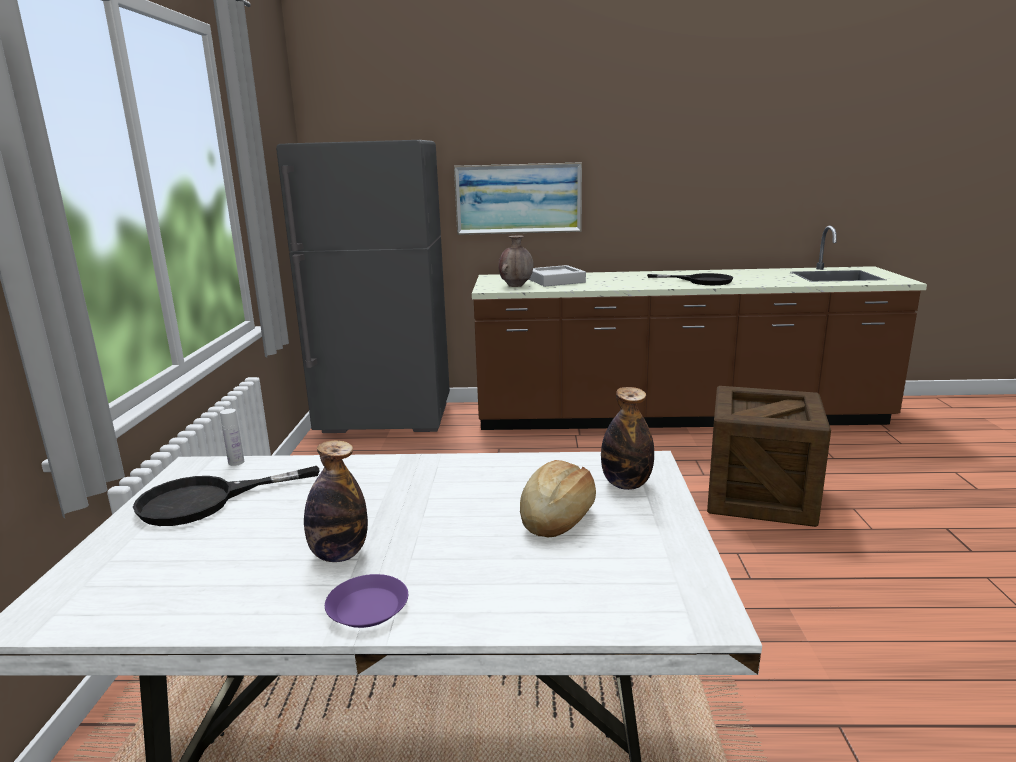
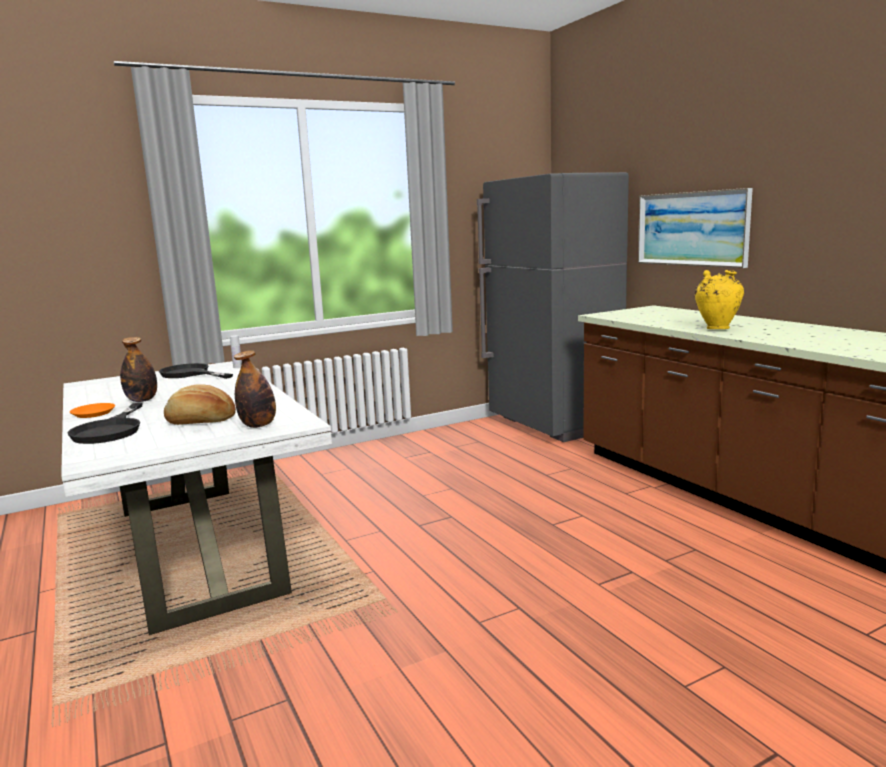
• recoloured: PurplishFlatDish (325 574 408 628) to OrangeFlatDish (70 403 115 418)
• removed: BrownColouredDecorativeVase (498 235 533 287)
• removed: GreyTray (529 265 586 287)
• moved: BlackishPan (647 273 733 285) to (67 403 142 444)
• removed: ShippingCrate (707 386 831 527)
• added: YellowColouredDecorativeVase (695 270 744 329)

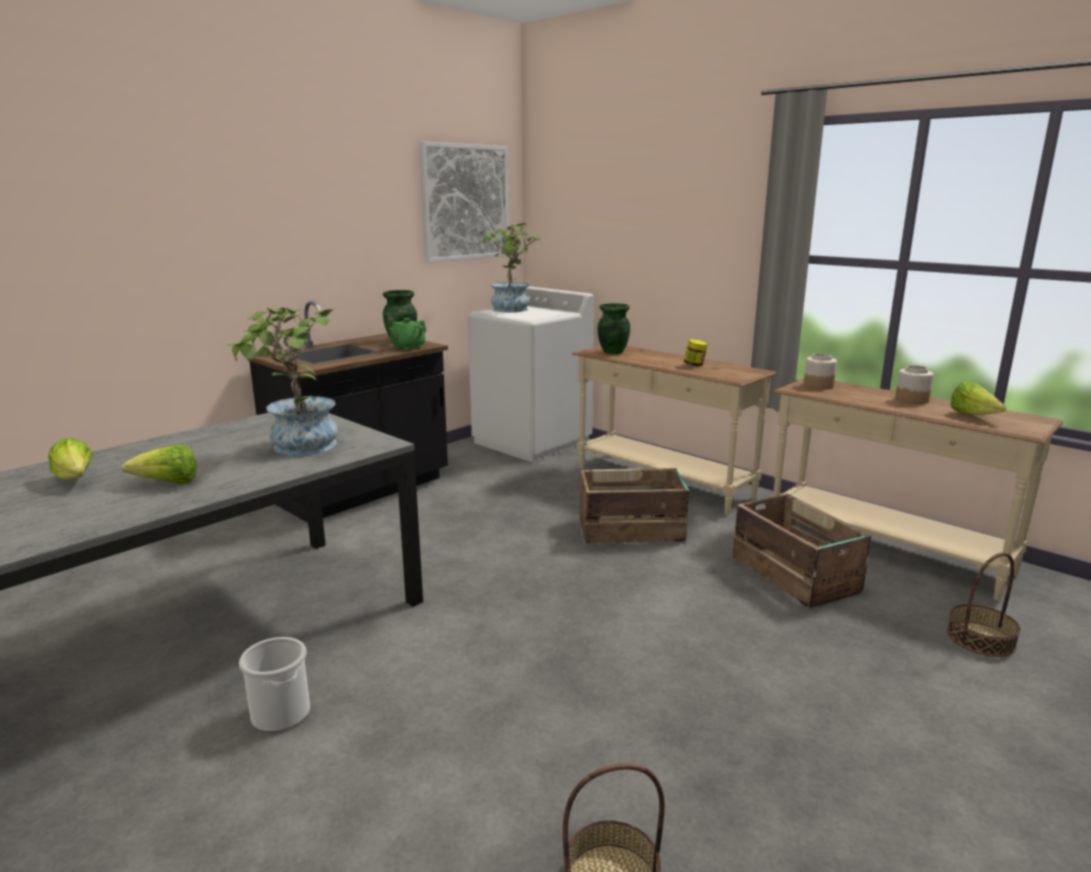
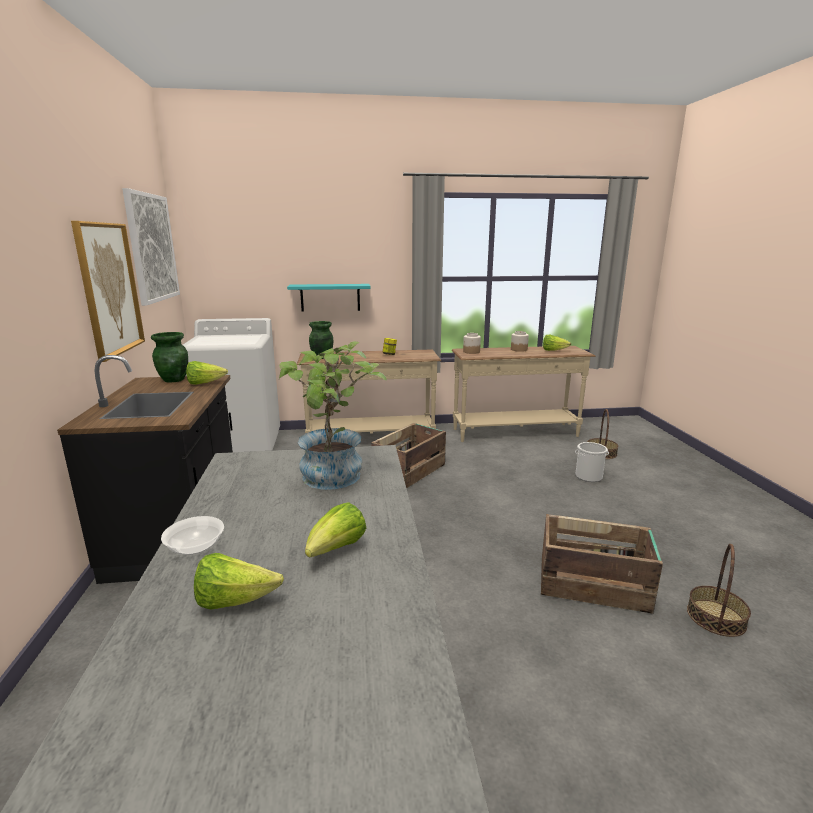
• moved: Bucket (239 637 310 732) to (575 442 609 482)
• replaced: GreenPotForTea (388 318 426 351) to HeadOfLettuce (186 361 228 385)
• removed: PottedPlant (483 223 546 312)
• moved: ShippingCrate (732 494 872 608) to (541 514 663 614)
• added: WallPicture (71 221 145 362)
• added: ServingBowl (161 516 224 555)
• added: TurquoiseColouredBracketShelf (287 284 370 312)

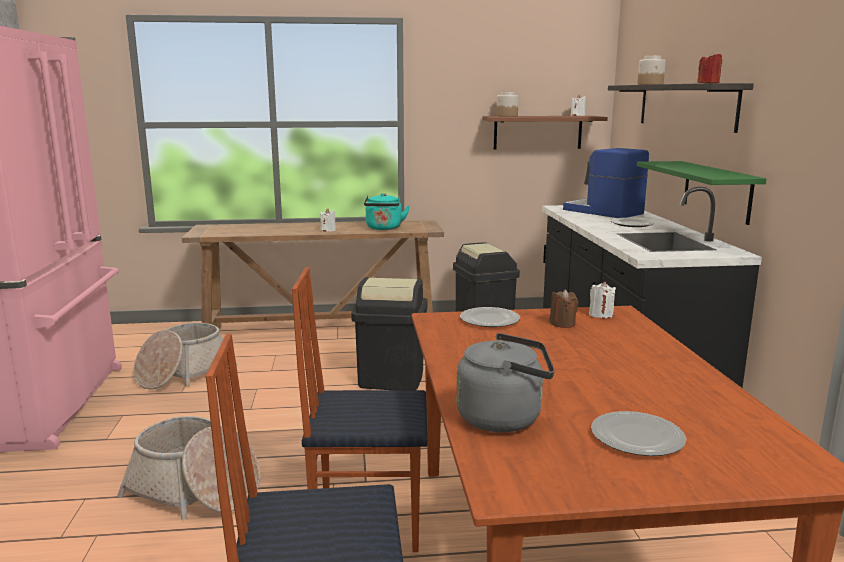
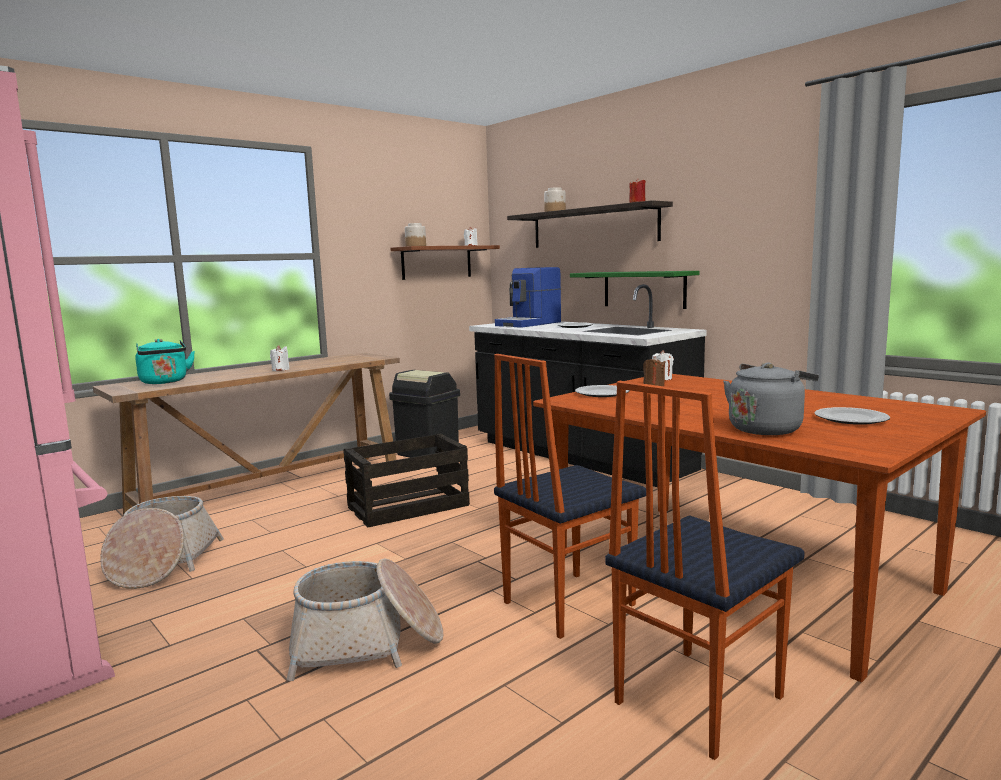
• replaced: BlackishRubbishBin (351 277 428 390) to ShippingCrate (343 433 470 528)
• moved: TurquoiseColouredKettle (364 193 410 230) to (135 339 195 384)
• turned: CoffeeMachine (563 148 649 218) = (495 267 561 328) 60 degrees counterclockwise

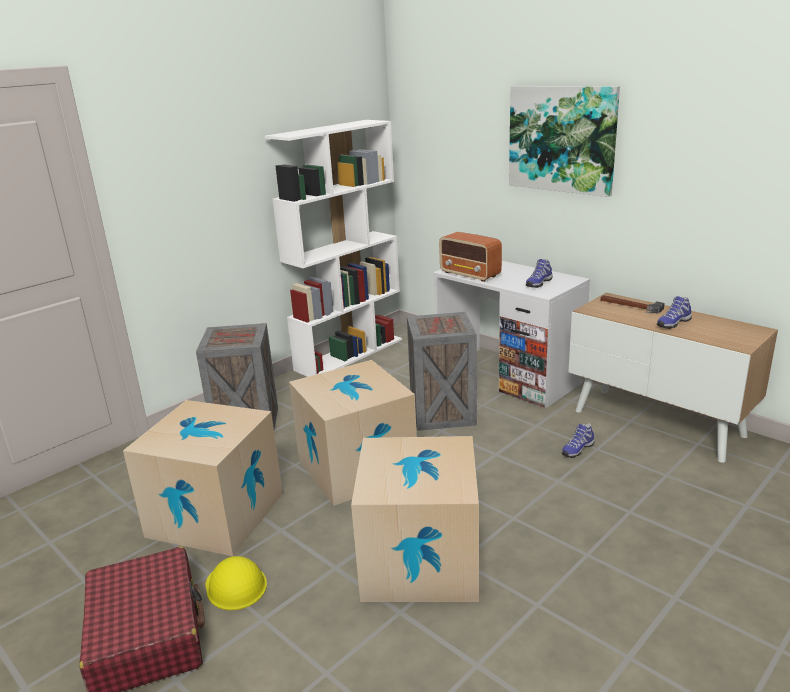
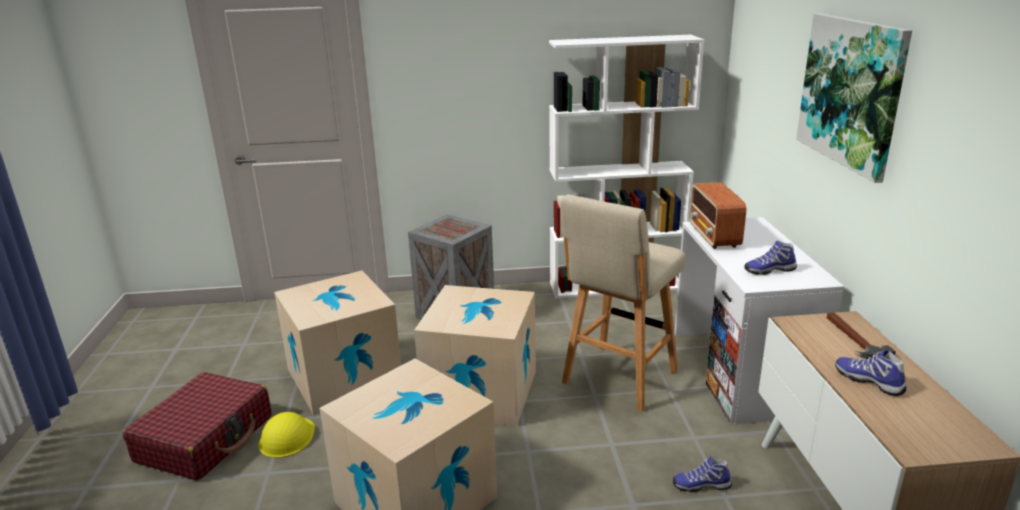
• replaced: ShippingCrate (407 312 477 431) to SandColouredSittingStool (560 194 686 412)
• turned: LowShoe (657 296 692 329) = (835 350 906 396) 45 degrees clockwise

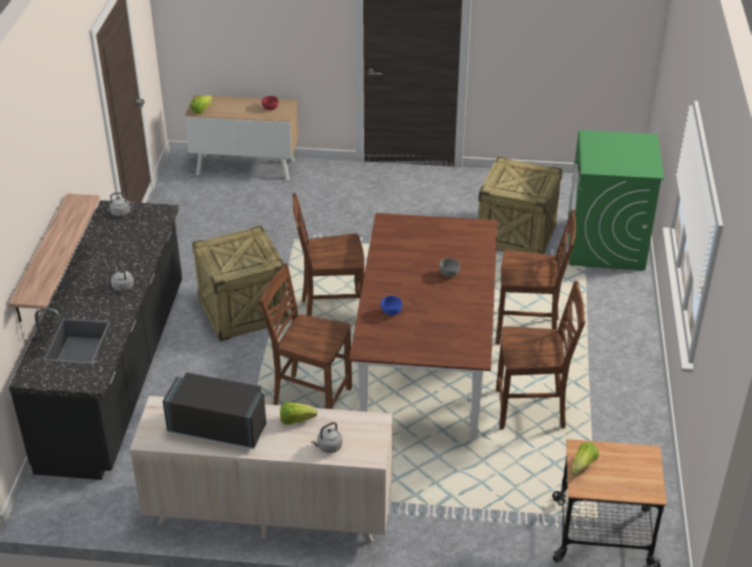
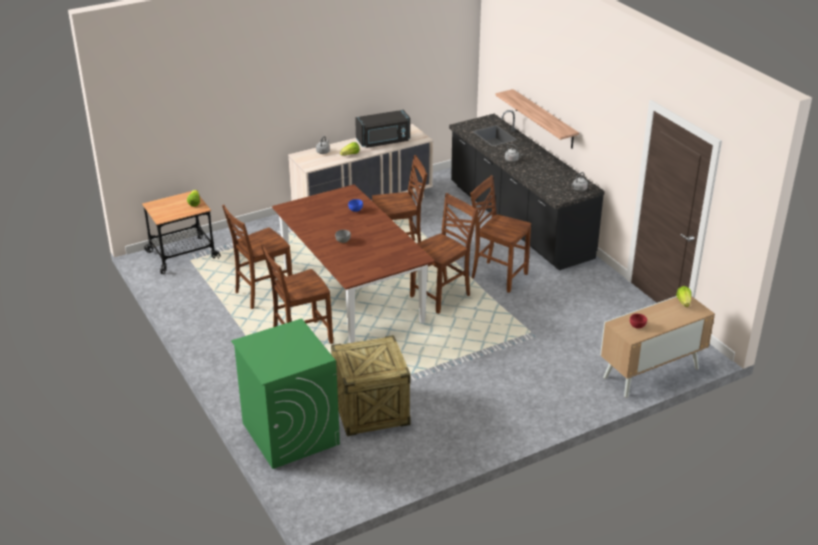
• replaced: ShippingCrate (192 225 289 342) to BrownColouredUprightChair (470 175 531 293)

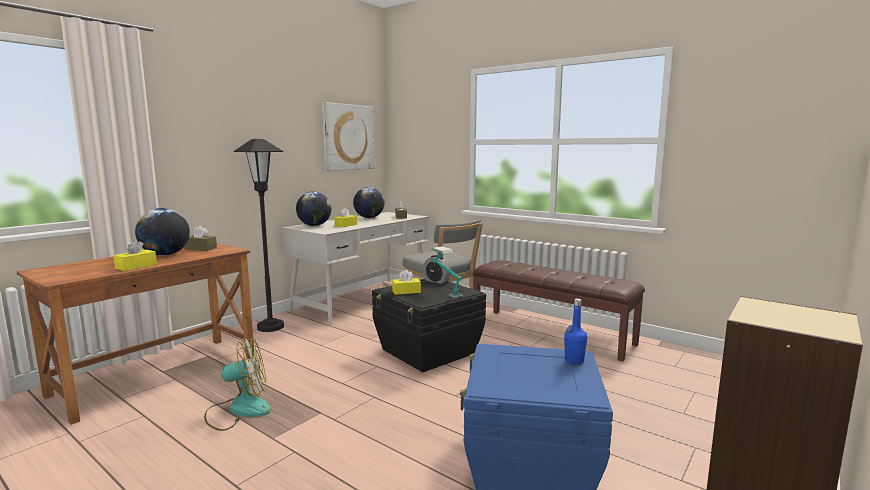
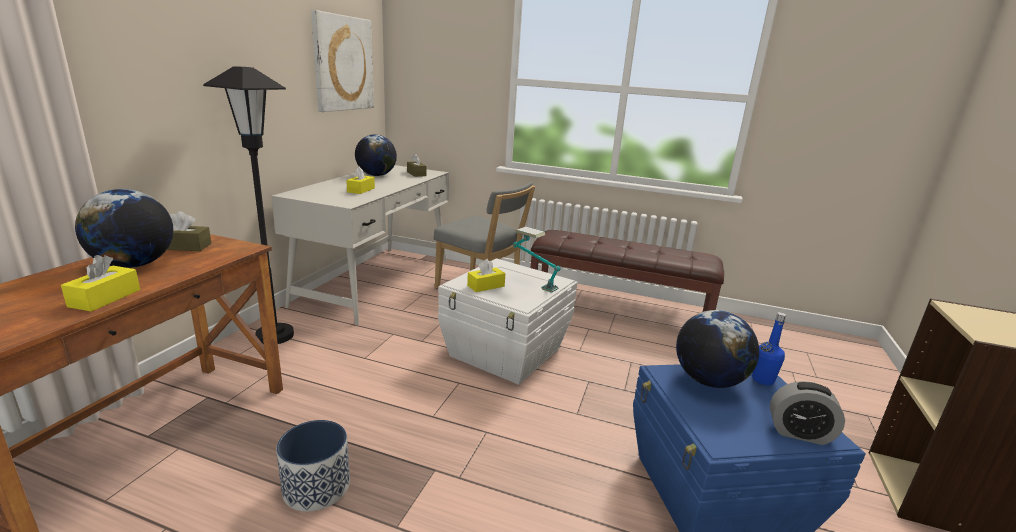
• replaced: CoolingFan (204 337 271 431) to Planter (276 420 350 512)
• moved: Globe (296 191 331 226) to (676 310 759 388)
• recoloured: BlackishStorageBox (372 279 486 372) to WhiteStorageBox (438 258 578 385)
• moved: BedsideClock (423 255 451 284) to (770 381 845 445)

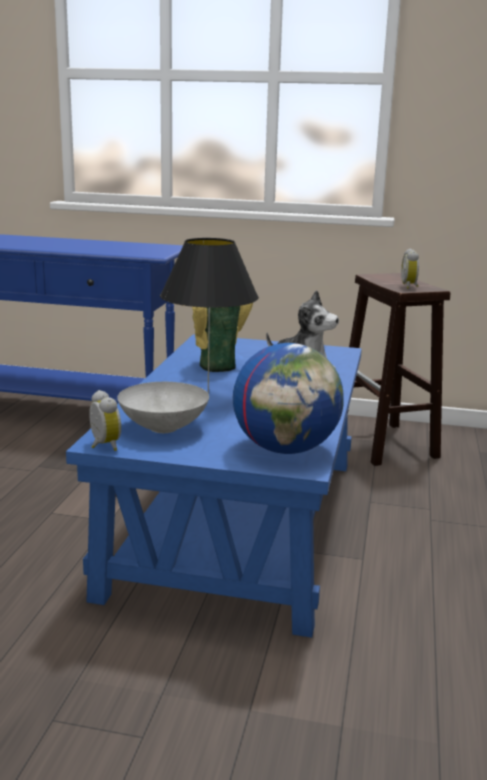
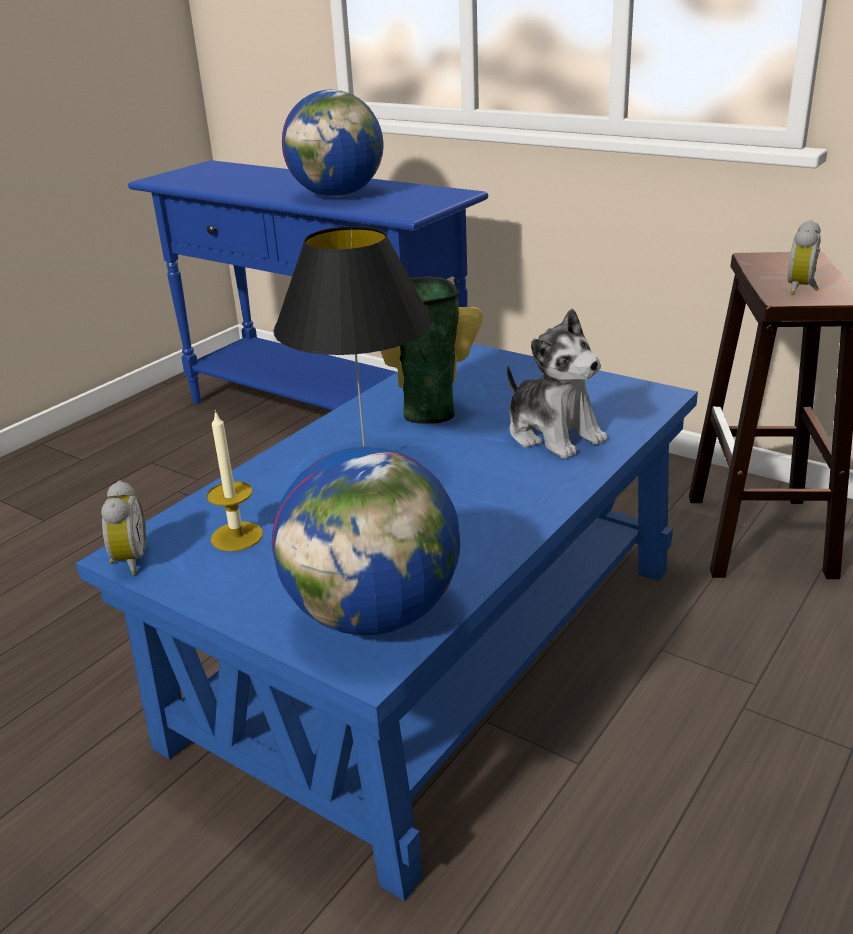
• replaced: GreyServingBowl (117 382 209 433) to Candle (207 410 263 552)
• added: Globe (282 90 383 197)

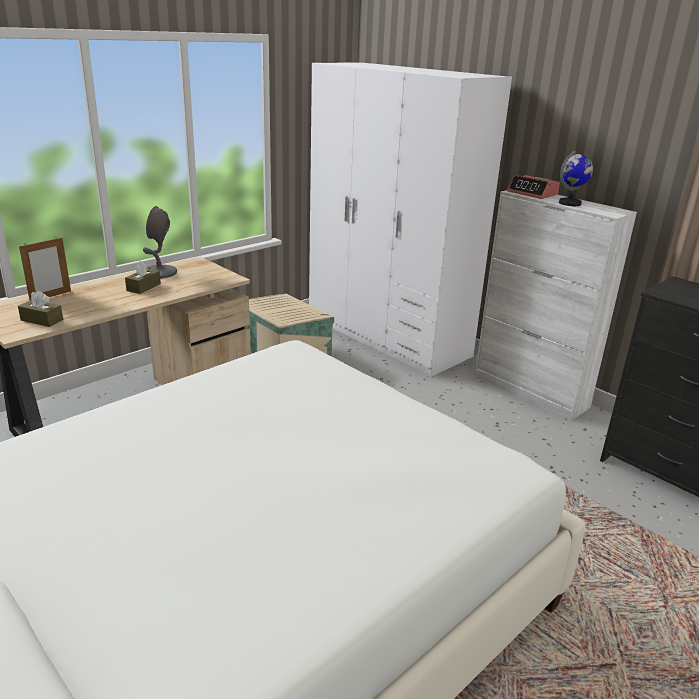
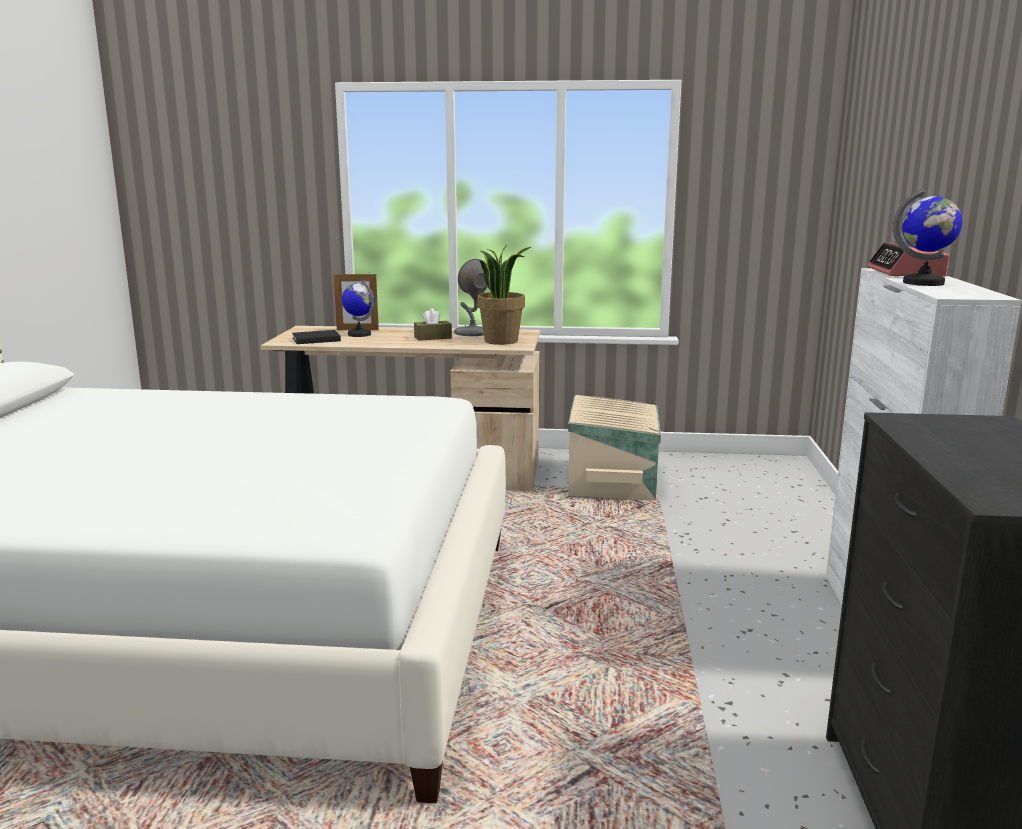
• replaced: BrownColouredBoxOfTissues (18 291 63 327) to BlackishVolume (292 330 341 344)
• removed: WhiteClothesCupboard (309 62 512 377)
• added: Globe (342 280 375 337)
• added: PottedPlant (477 245 531 345)

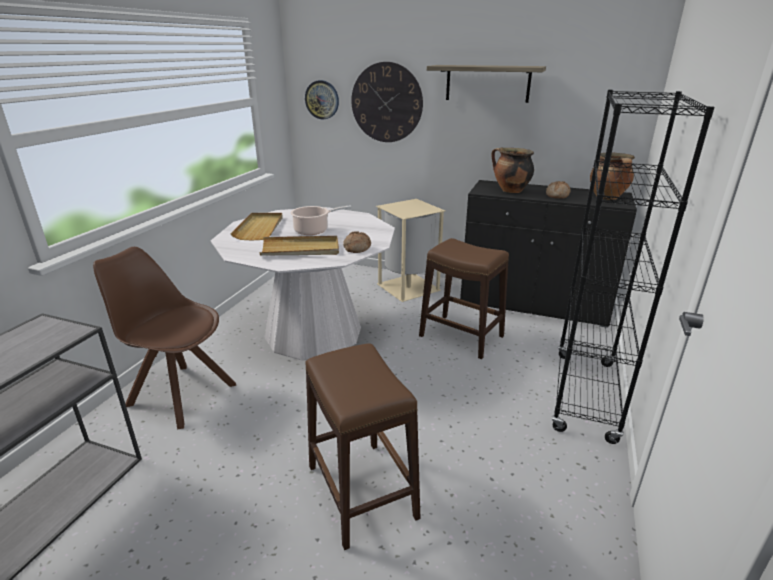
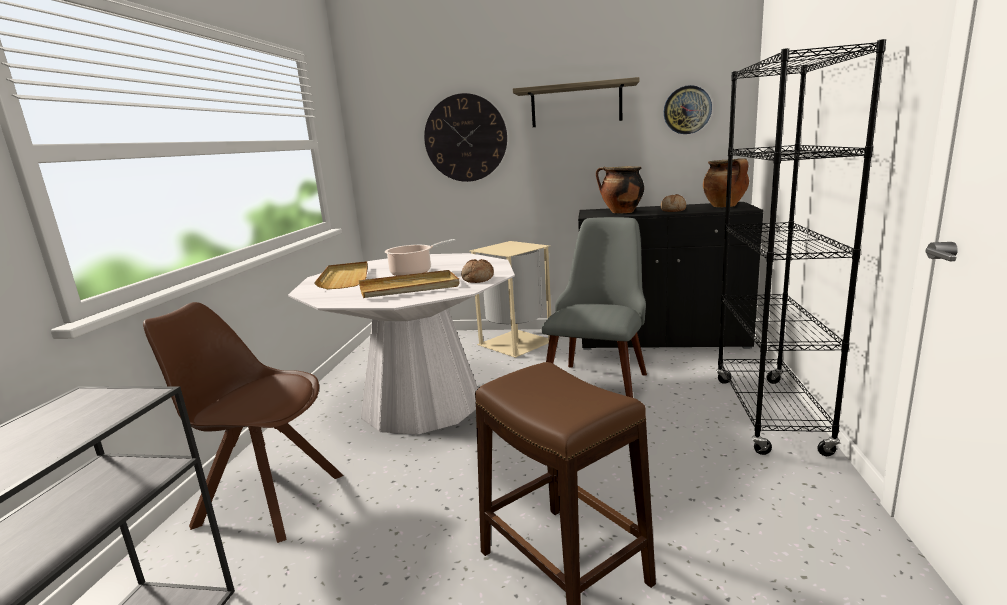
• moved: ClockOnTheWall (305 80 339 119) to (664 85 712 134)
• replaced: BrownColouredSittingStool (419 238 509 359) to GreyUprightChair (542 217 647 398)

